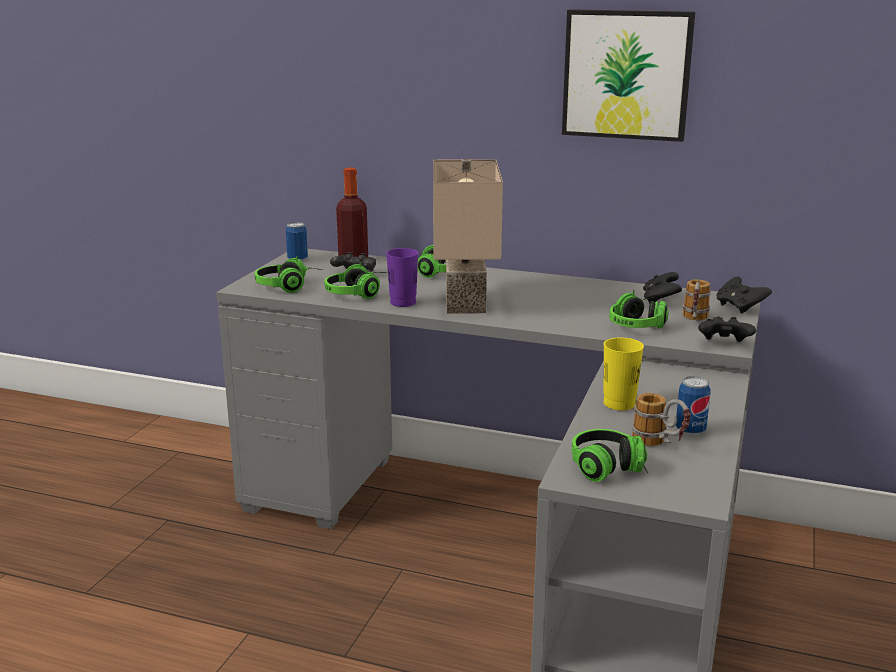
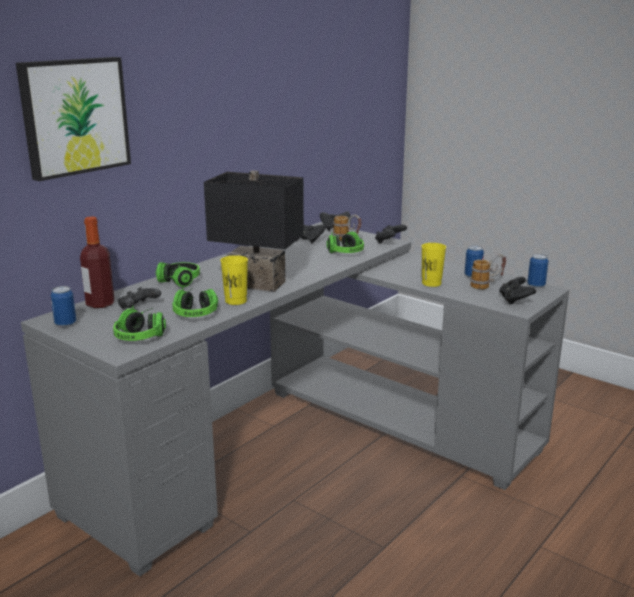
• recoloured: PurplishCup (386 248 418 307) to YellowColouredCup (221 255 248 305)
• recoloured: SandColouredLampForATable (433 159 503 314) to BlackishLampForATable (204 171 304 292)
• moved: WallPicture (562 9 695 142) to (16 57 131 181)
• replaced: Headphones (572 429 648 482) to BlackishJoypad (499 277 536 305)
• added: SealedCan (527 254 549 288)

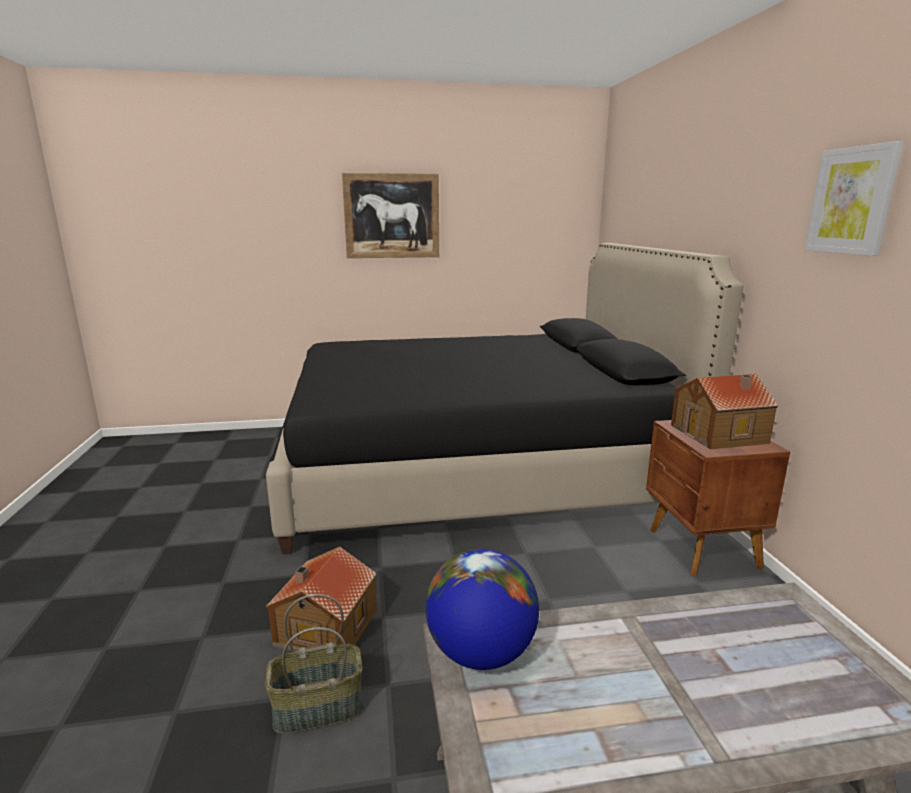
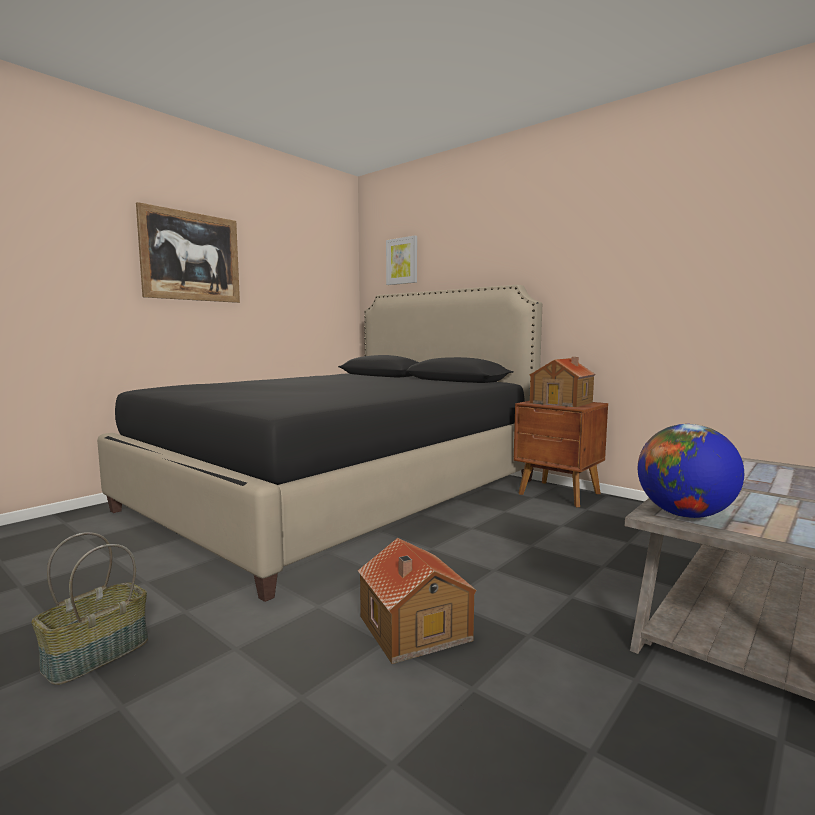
• moved: StorageBasket (265 594 363 733) to (31 532 148 685)
• moved: WallPicture (804 141 904 256) to (386 236 417 285)

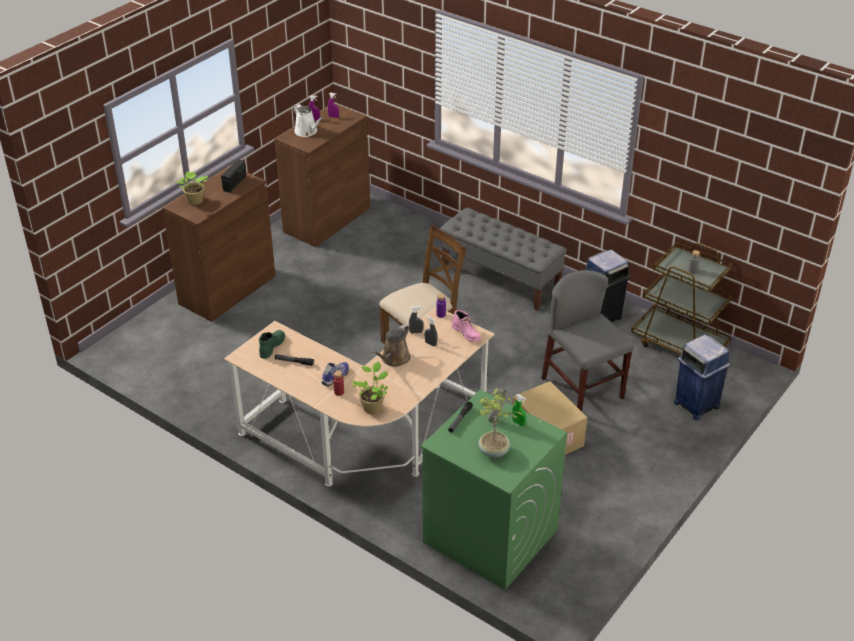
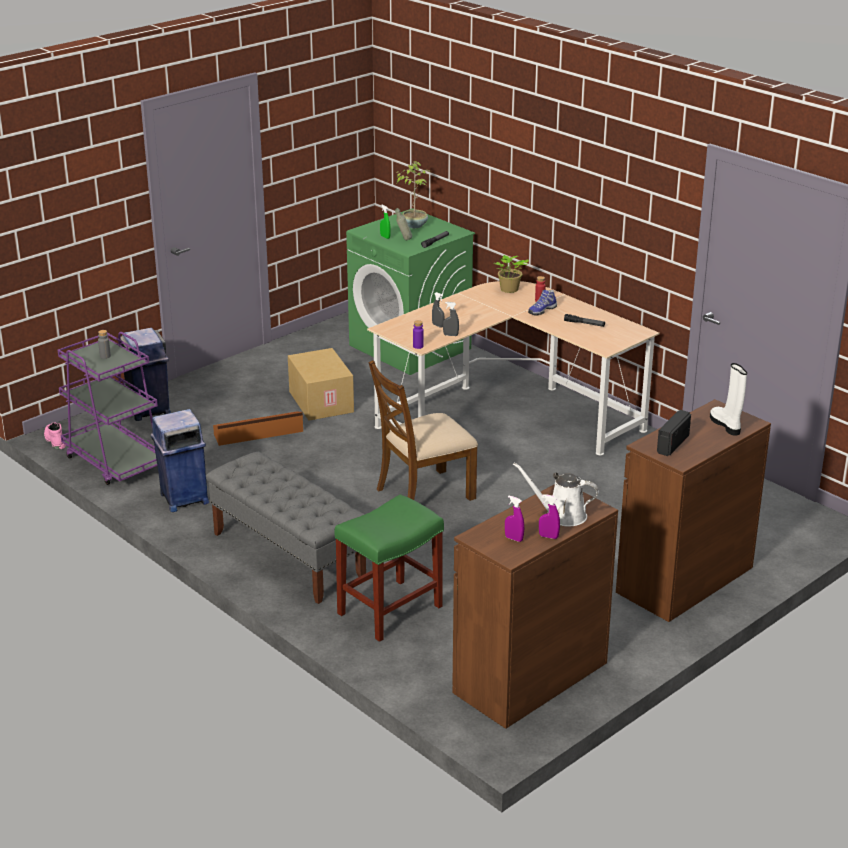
• replaced: PottedPlant (176 171 208 205) to WhiteHighTopBoot (710 363 747 436)
• removed: GreenHighTopBoot (259 330 285 359)
• turned: WhiteWateringCan (293 103 323 137) = (513 463 599 527) 45 degrees counterclockwise
• removed: BrownColouredWateringCan (371 324 410 367)
• moved: PinkHighTopBoot (452 310 481 342) to (44 423 66 449)
• replaced: GreyUprightChair (541 270 634 412) to BrownColouredStorageBox (213 412 303 446)
• recoloured: BrownColouredWheeledCart (631 242 732 354) to PurplishWheeledCart (58 332 158 485)
• added: GreenSittingStool (335 494 444 642)

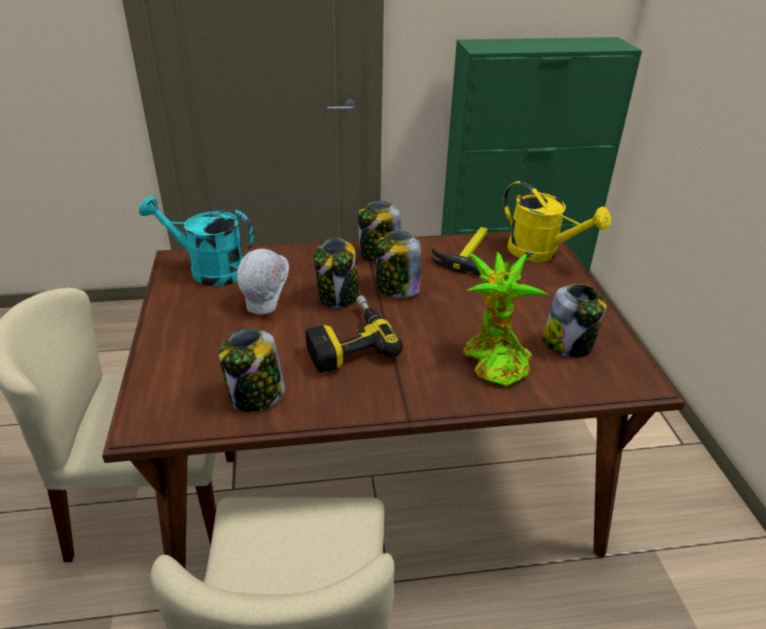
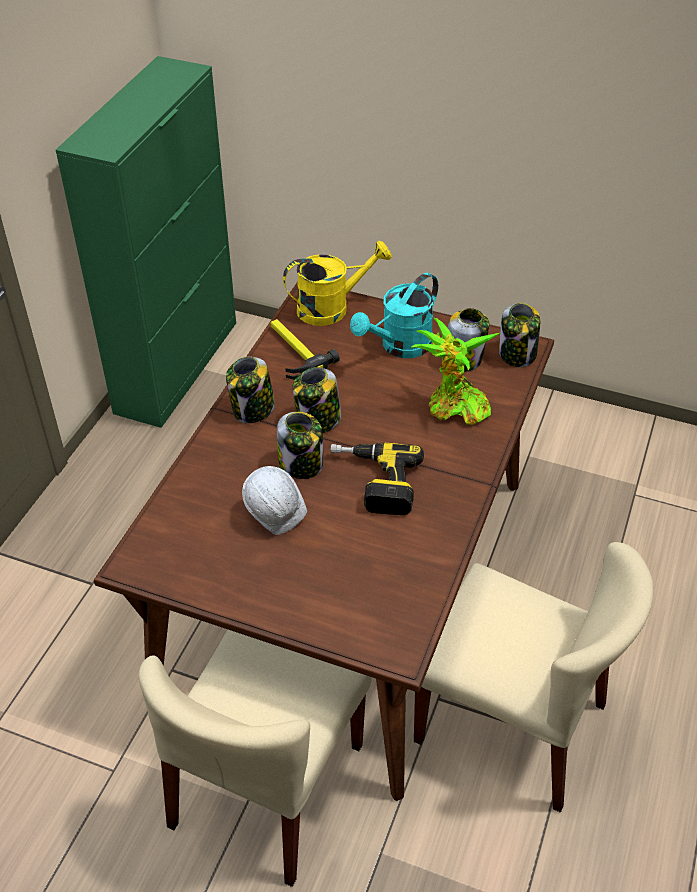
• moved: TurquoiseColouredWateringCan (139 195 254 286) to (350 273 438 358)
• moved: StorageJar (219 328 285 412) to (499 303 540 367)

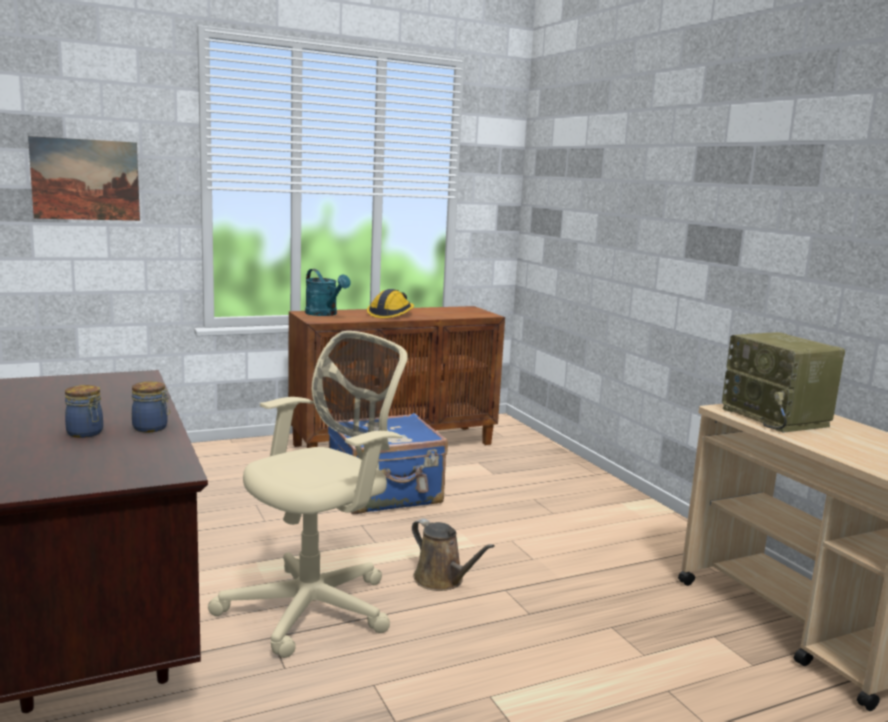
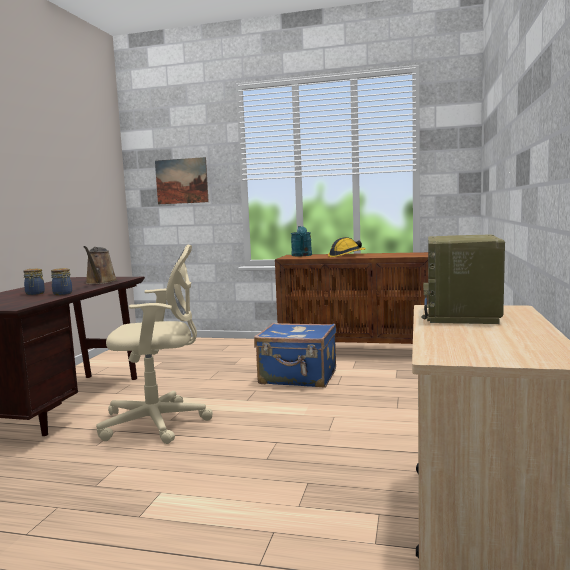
• moved: BrownColouredWateringCan (412 519 495 591) to (84 246 117 284)

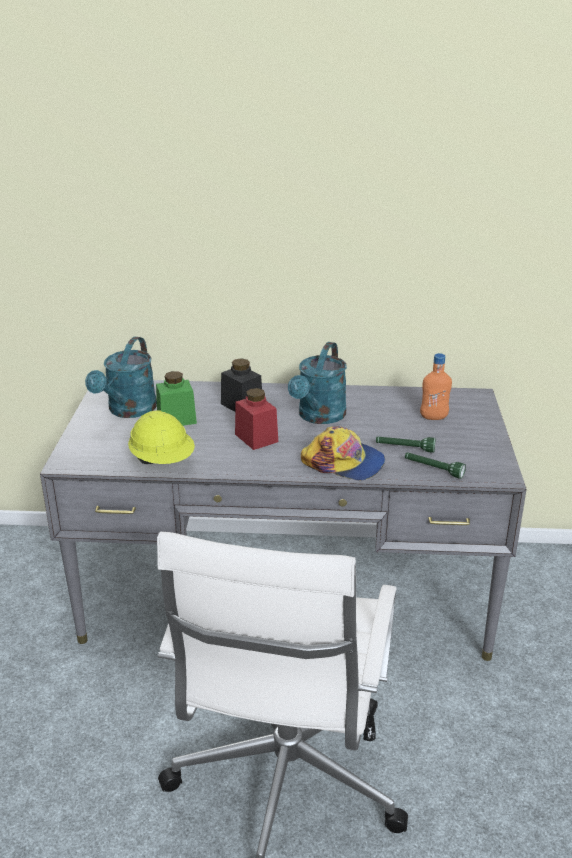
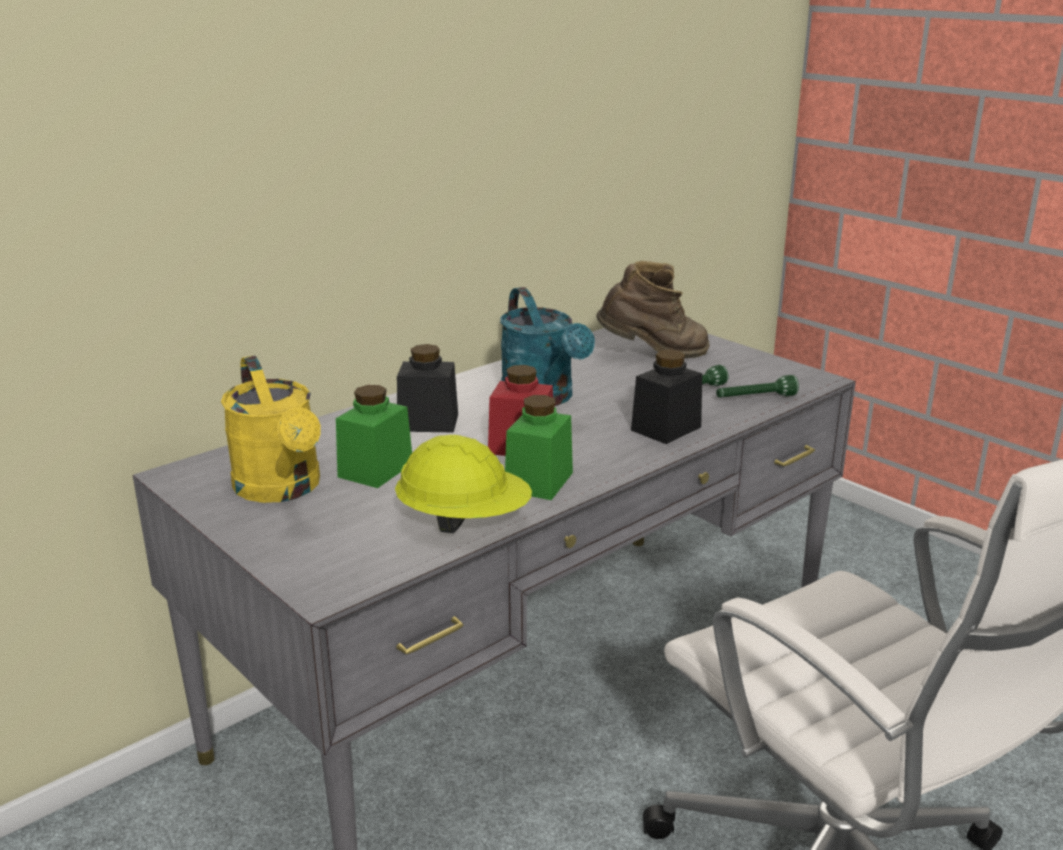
• recoloured: TurquoiseColouredWateringCan (85 336 157 418) to YellowColouredWateringCan (221 355 321 503)
• replaced: Cap (301 426 385 481) to BlackishStorageJar (631 349 702 444)
• replaced: OrangeBeverageBottle (420 353 452 420) to BrownColouredHighTopBoot (596 261 710 358)
• added: GreenStorageJar (505 395 573 500)

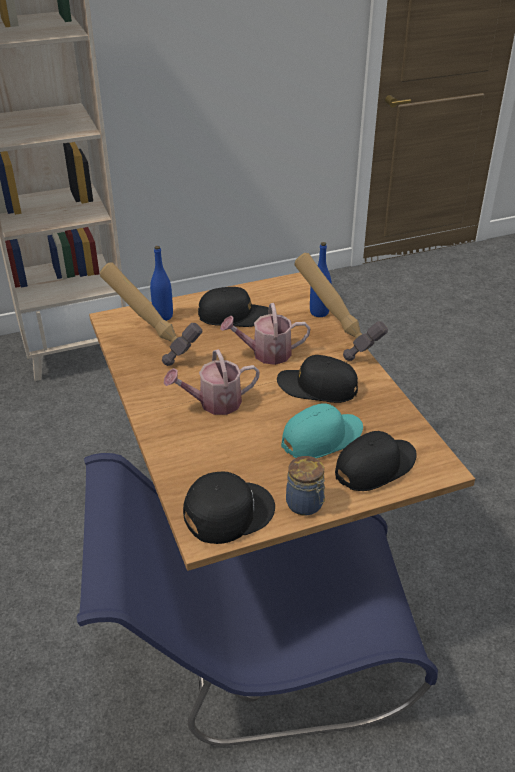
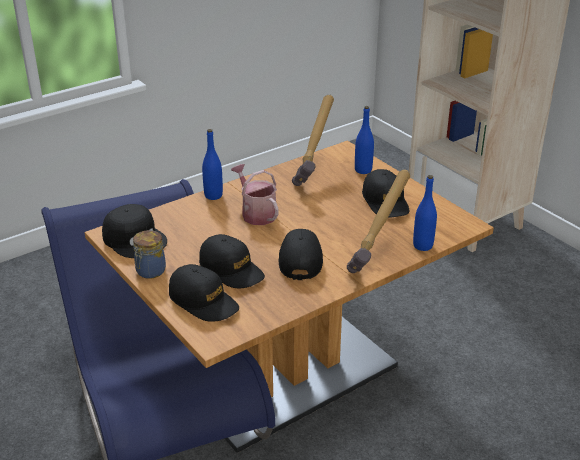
• removed: WateringCan (220 303 310 365)
• recoloured: TurquoiseColouredCap (281 403 363 458) to BlackishCap (199 234 265 288)
• added: BluishBeverageBottle (202 129 223 200)

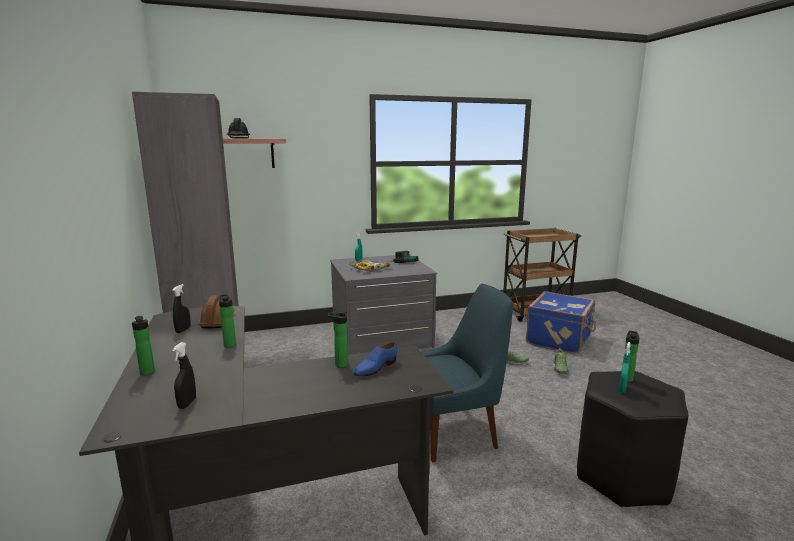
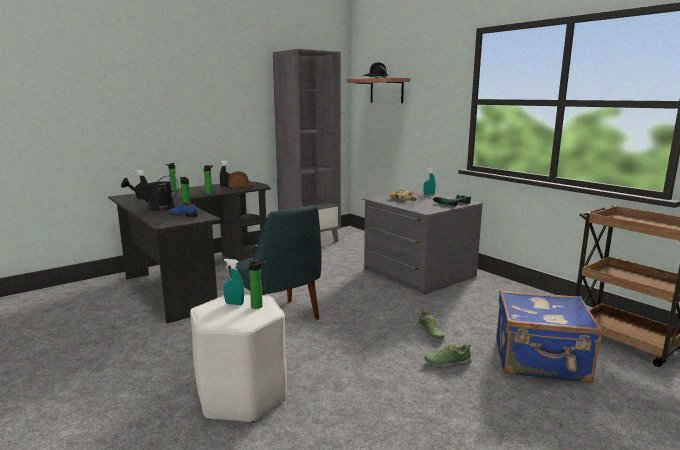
• recoloured: BlackishSittingStool (577 371 688 507) to WhiteSittingStool (190 294 287 423)
• added: BlackishWateringCan (121 175 179 211)

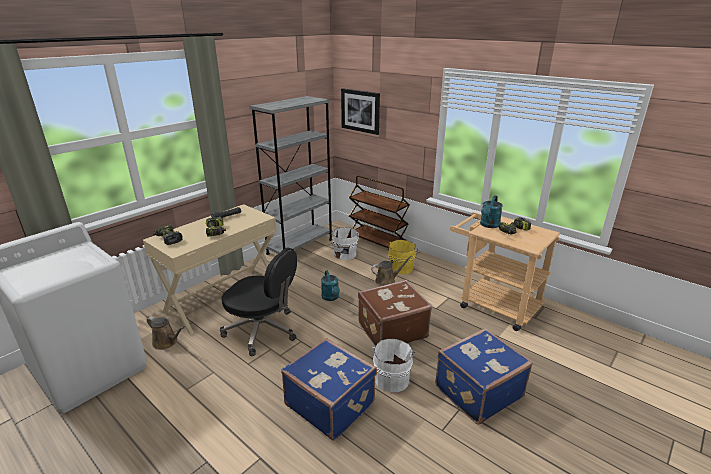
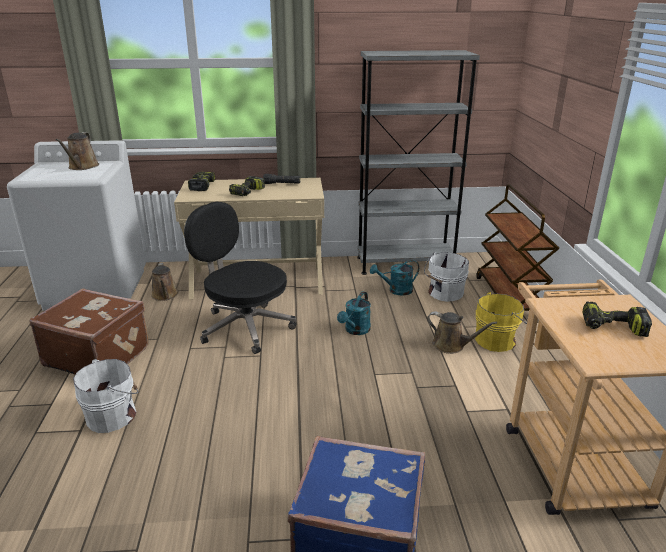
• turned: BlackishDeskChair (220 247 297 356) = (184 202 297 354) 150 degrees clockwise
• removed: BluishSuitcase (281 338 377 441)
• removed: WallPicture (341 88 380 135)
• moved: BrownColouredSuitcase (358 280 432 346) to (29 288 149 374)
• moved: WhiteBucket (372 339 416 392) to (73 359 138 433)
• moved: TurquoiseColouredWateringCan (480 195 503 228) to (370 260 419 296)
• added: BrownColouredWateringCan (55 132 99 170)

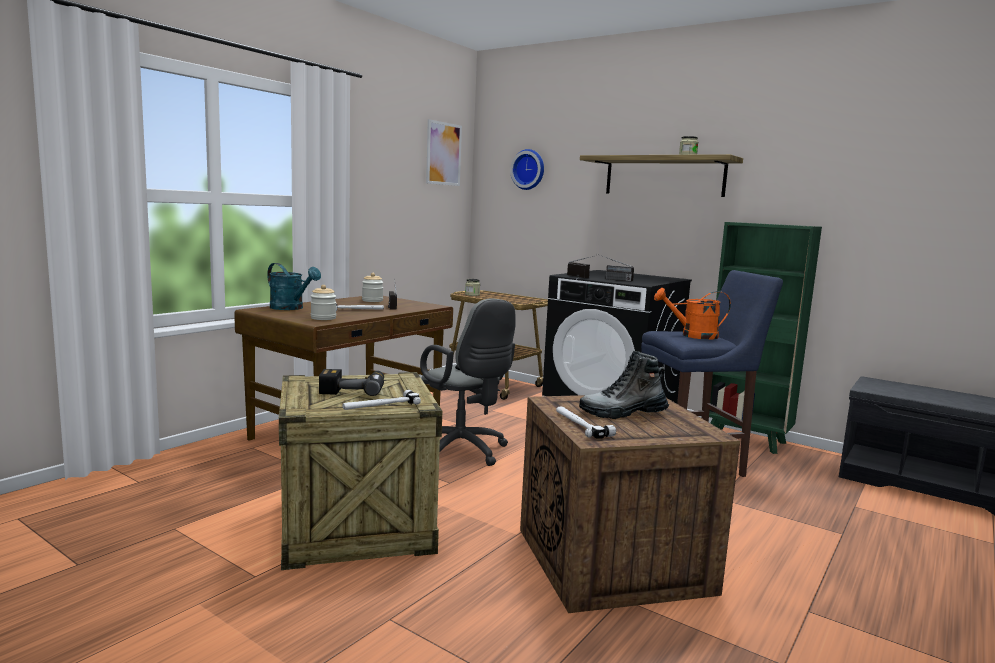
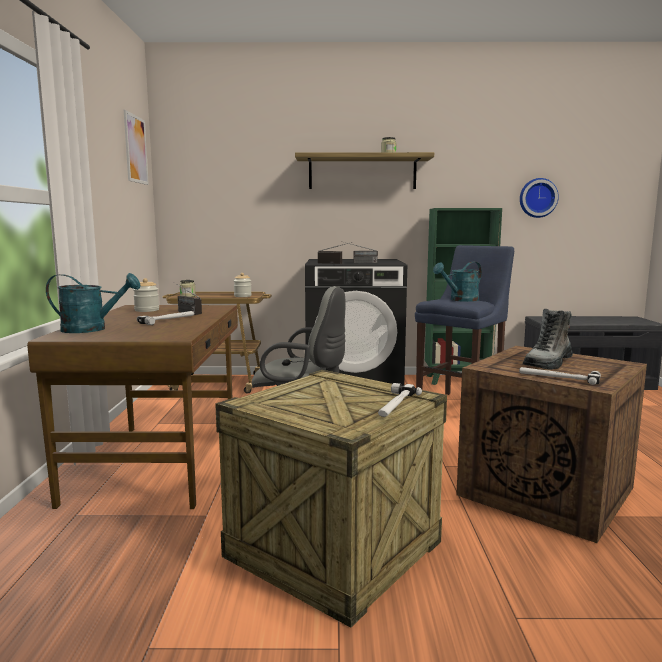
• moved: StorageJar (311 285 336 320) to (234 273 252 297)
• removed: PowerDrill (319 369 384 396)
• moved: ClockOnTheWall (510 149 544 190) to (520 178 559 218)
• recoloured: OrangeWateringCan (654 288 731 340) to TurquoiseColouredWateringCan (433 262 482 302)

